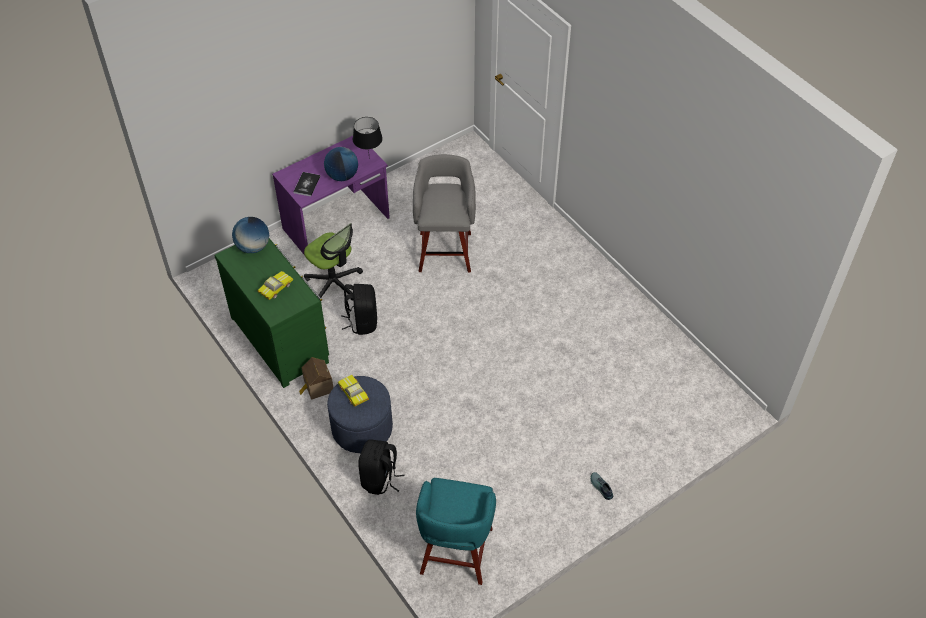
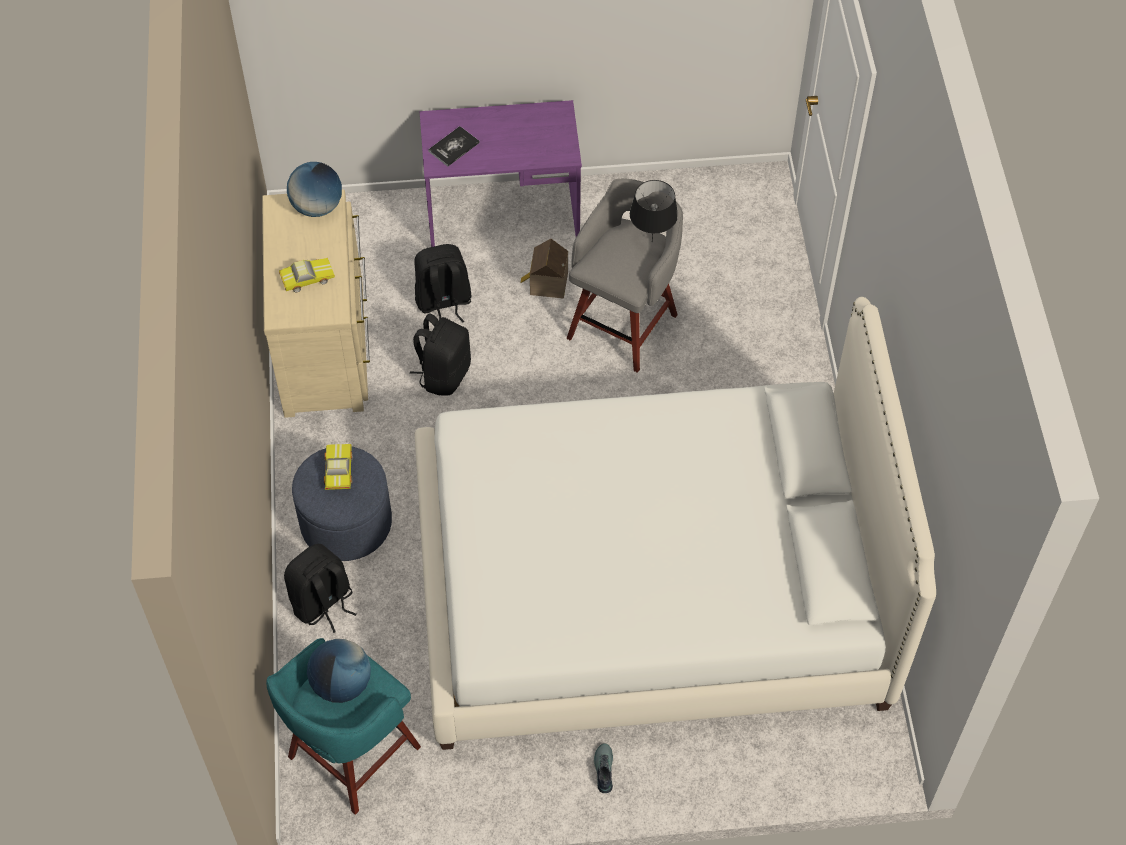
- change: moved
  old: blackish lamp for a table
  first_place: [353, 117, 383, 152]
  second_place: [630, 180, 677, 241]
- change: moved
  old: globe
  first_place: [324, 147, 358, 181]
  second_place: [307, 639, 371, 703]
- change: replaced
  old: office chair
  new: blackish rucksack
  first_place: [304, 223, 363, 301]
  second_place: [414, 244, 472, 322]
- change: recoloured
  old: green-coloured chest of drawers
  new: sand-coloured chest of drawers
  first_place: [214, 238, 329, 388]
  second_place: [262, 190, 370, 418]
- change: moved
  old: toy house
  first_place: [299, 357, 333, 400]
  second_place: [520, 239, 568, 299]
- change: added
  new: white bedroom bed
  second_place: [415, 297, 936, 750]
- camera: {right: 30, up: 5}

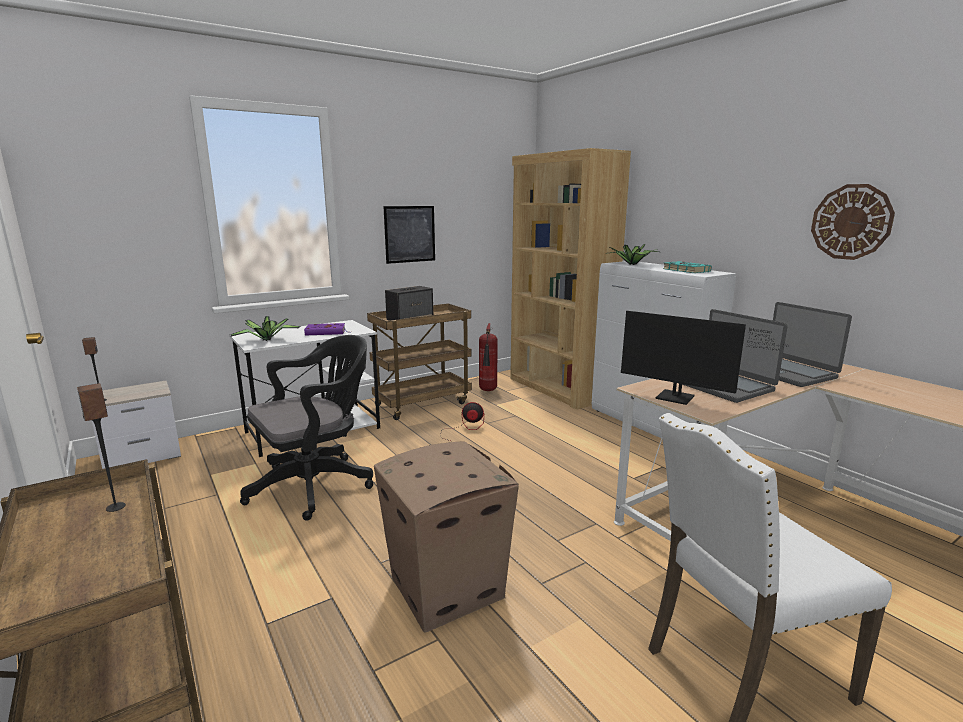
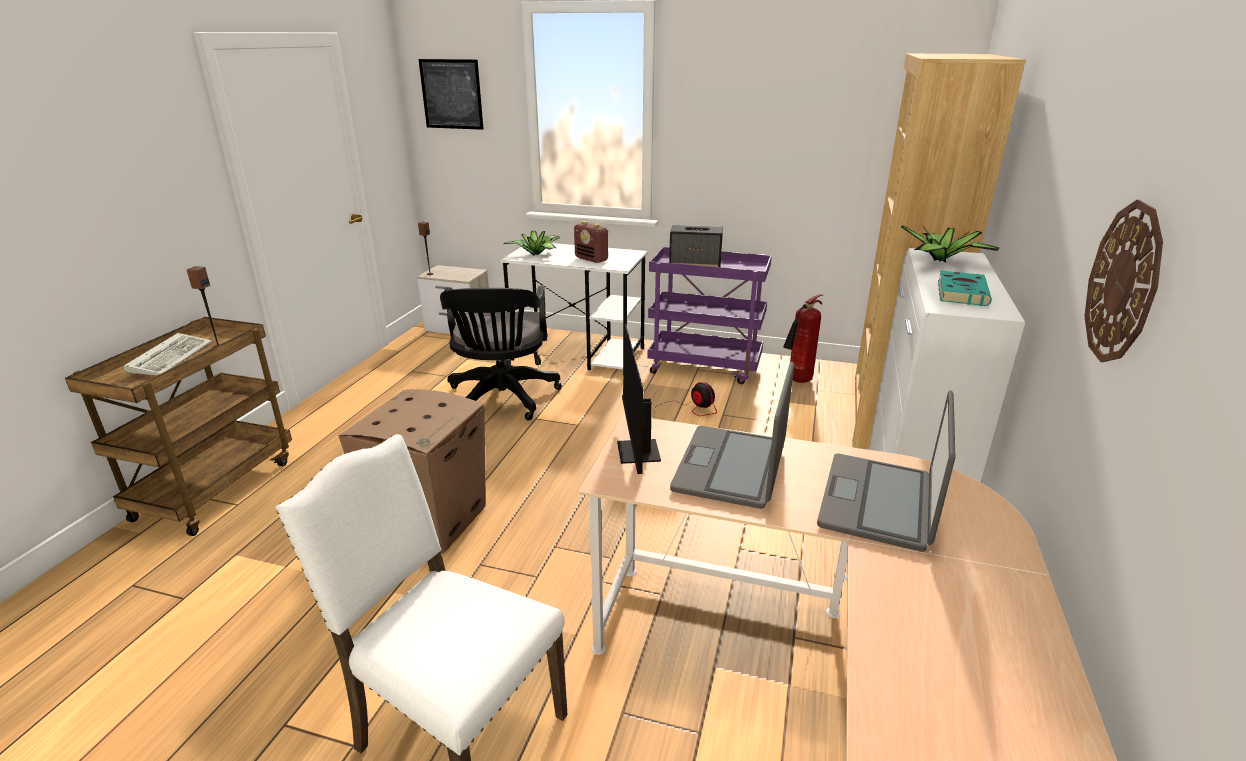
- change: moved
  old: wall picture
  first_place: [383, 206, 435, 264]
  second_place: [419, 59, 484, 130]
- change: recoloured
  old: brownish cart
  new: purplish cart
  first_place: [367, 303, 472, 420]
  second_place: [648, 247, 772, 384]
- change: replaced
  old: purplish book
  new: radio receiver
  first_place: [304, 323, 351, 336]
  second_place: [574, 221, 609, 263]
- change: turned
  old: blackish office chair
  first_place: [240, 335, 373, 521]
  second_place: [440, 286, 562, 420]
  degrees: 75
- change: added
  new: keyboard
  second_place: [124, 333, 212, 375]
- camera: {right: 50, up: 10}

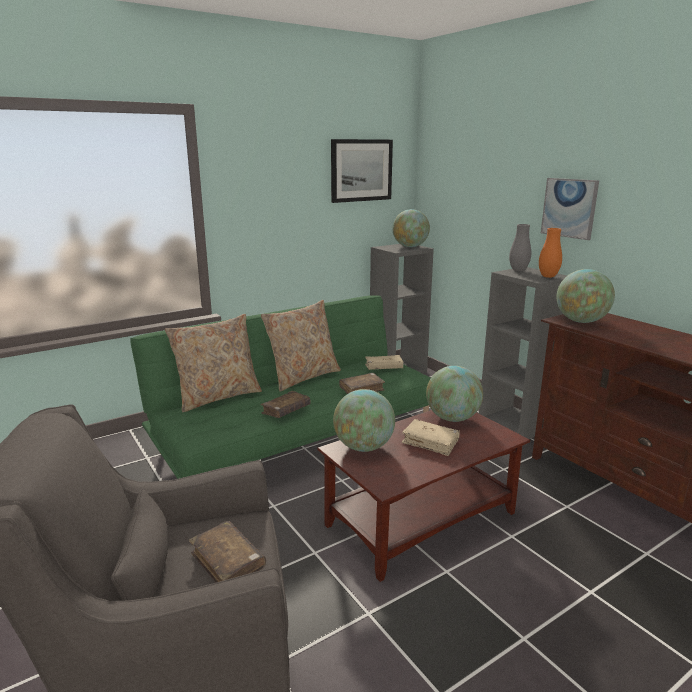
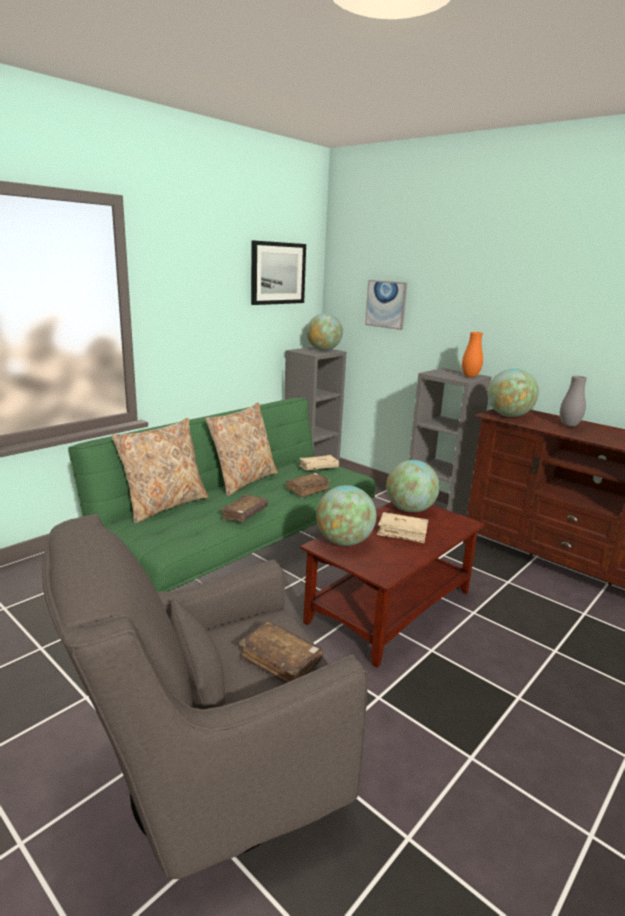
- change: moved
  old: wall picture
  first_place: [541, 178, 599, 240]
  second_place: [365, 280, 407, 330]
- change: moved
  old: gray flower vase
  first_place: [509, 224, 531, 271]
  second_place: [560, 376, 587, 427]
- camera: {right: -15, up: 0}

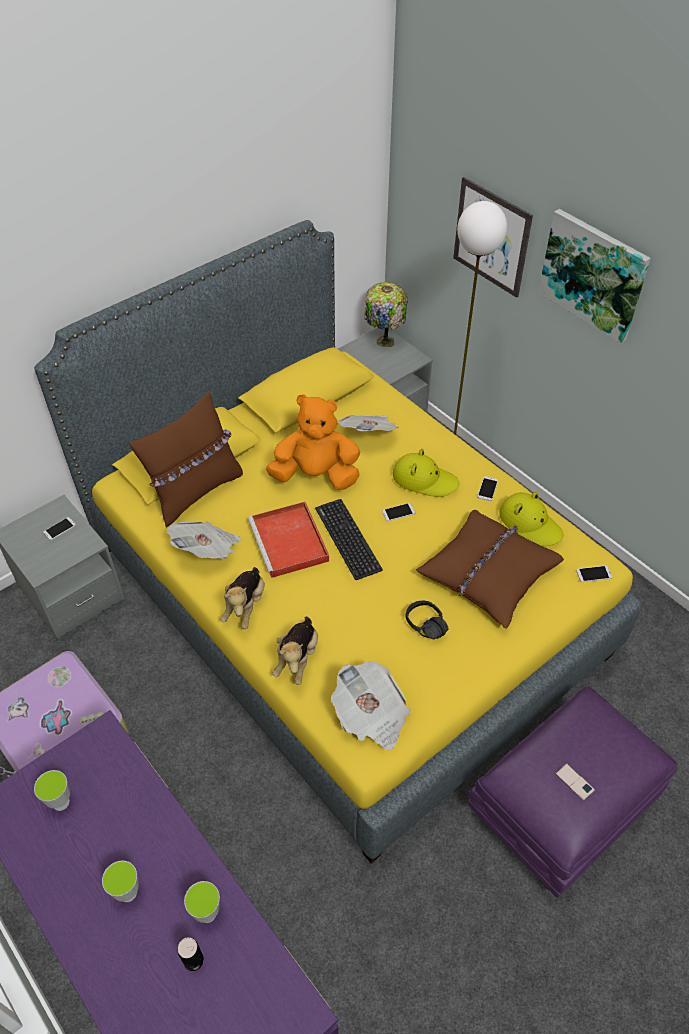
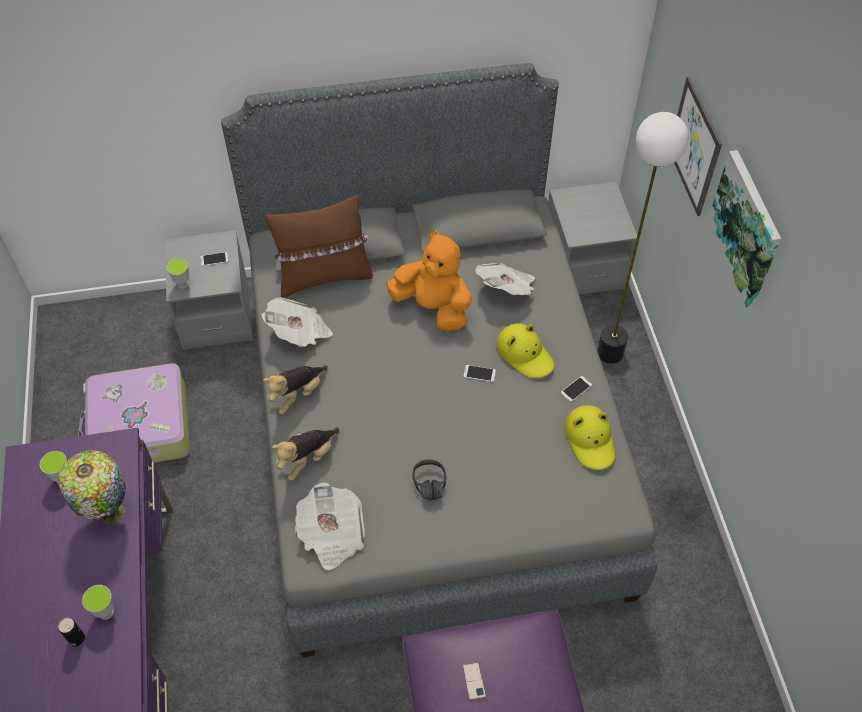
- change: recoloured
  old: yellow-coloured bedroom bed
  new: gray bedroom bed
  first_place: [34, 220, 641, 864]
  second_place: [221, 63, 658, 657]
- change: moved
  old: lamp for a table
  first_place: [364, 282, 407, 347]
  second_place: [58, 450, 126, 526]
- change: removed
  old: keyboard
  first_place: [315, 499, 383, 580]
- change: removed
  old: reddish tray
  first_place: [248, 502, 329, 578]
- change: removed
  old: brownish throw pillow
  first_place: [416, 510, 564, 629]
- change: removed
  old: phone
  first_place: [576, 566, 612, 582]
- change: moved
  old: drinking cup
  first_place: [102, 860, 139, 902]
  second_place: [167, 258, 189, 289]
- camera: {right: 30, up: 5}

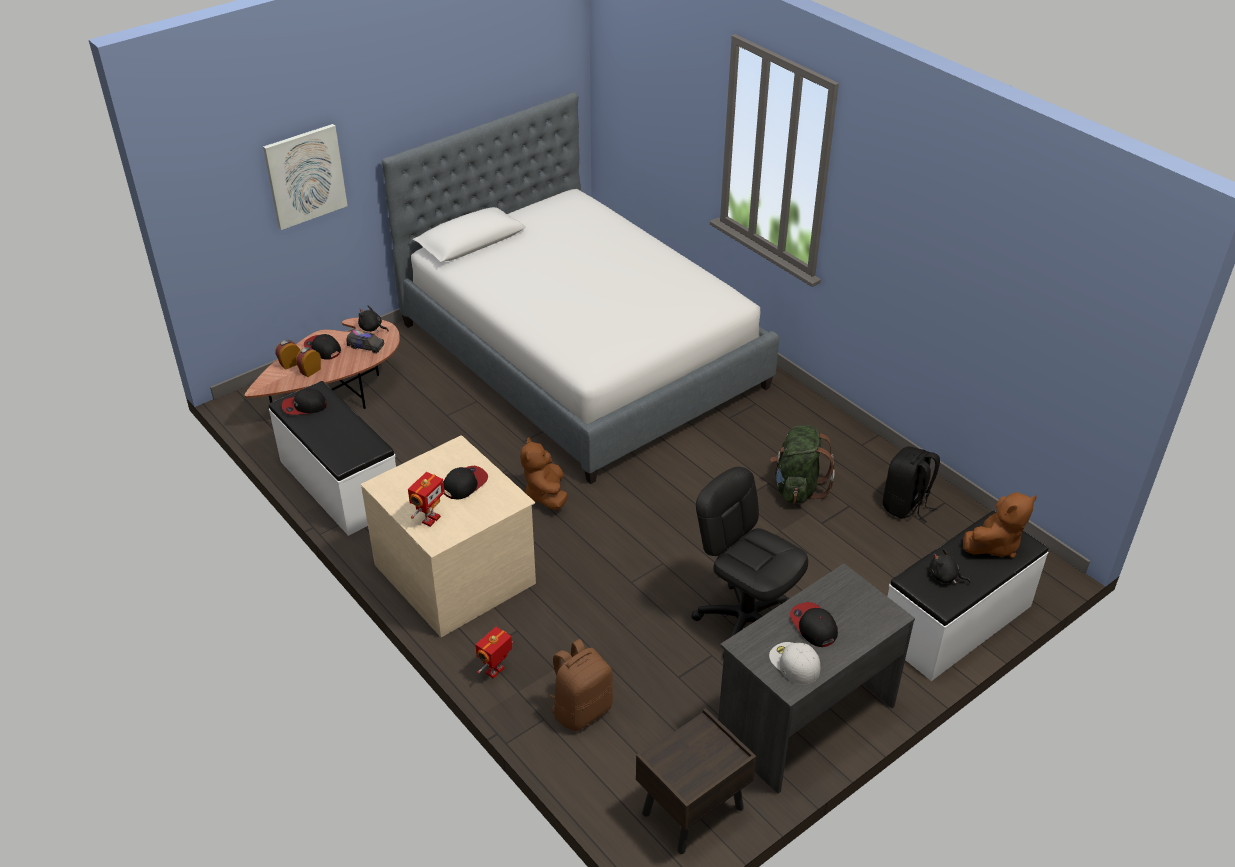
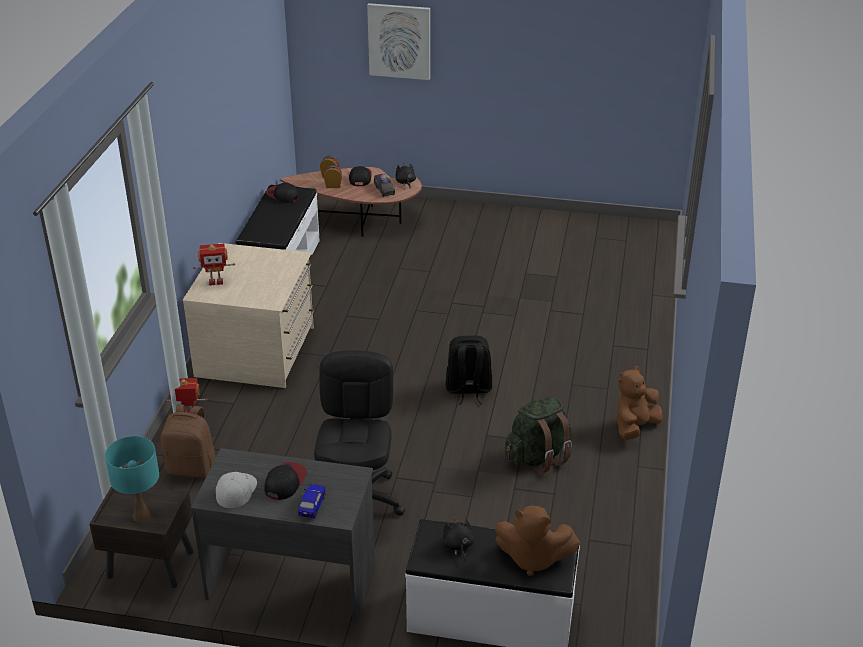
- change: removed
  old: bedroom bed
  first_place: [382, 92, 779, 484]
- change: moved
  old: brownish soft toy
  first_place: [520, 437, 568, 510]
  second_place: [616, 366, 663, 440]
- change: moved
  old: blackish rucksack
  first_place: [883, 446, 940, 523]
  second_place: [445, 336, 492, 405]
- change: removed
  old: baseball cap
  first_place: [444, 466, 488, 500]
- change: added
  new: turquoise-coloured lamp for a table
  second_place: [105, 436, 159, 522]
- change: added
  new: toy car
  second_place: [298, 484, 325, 518]
- camera: {right: 50, up: -5}

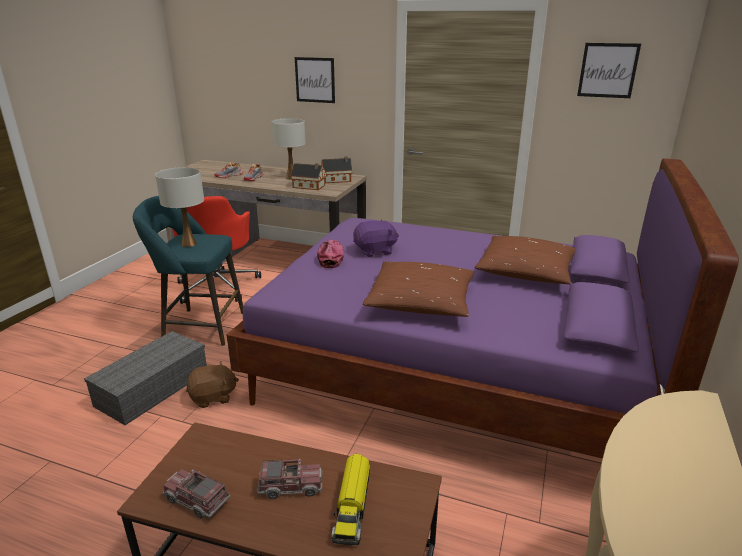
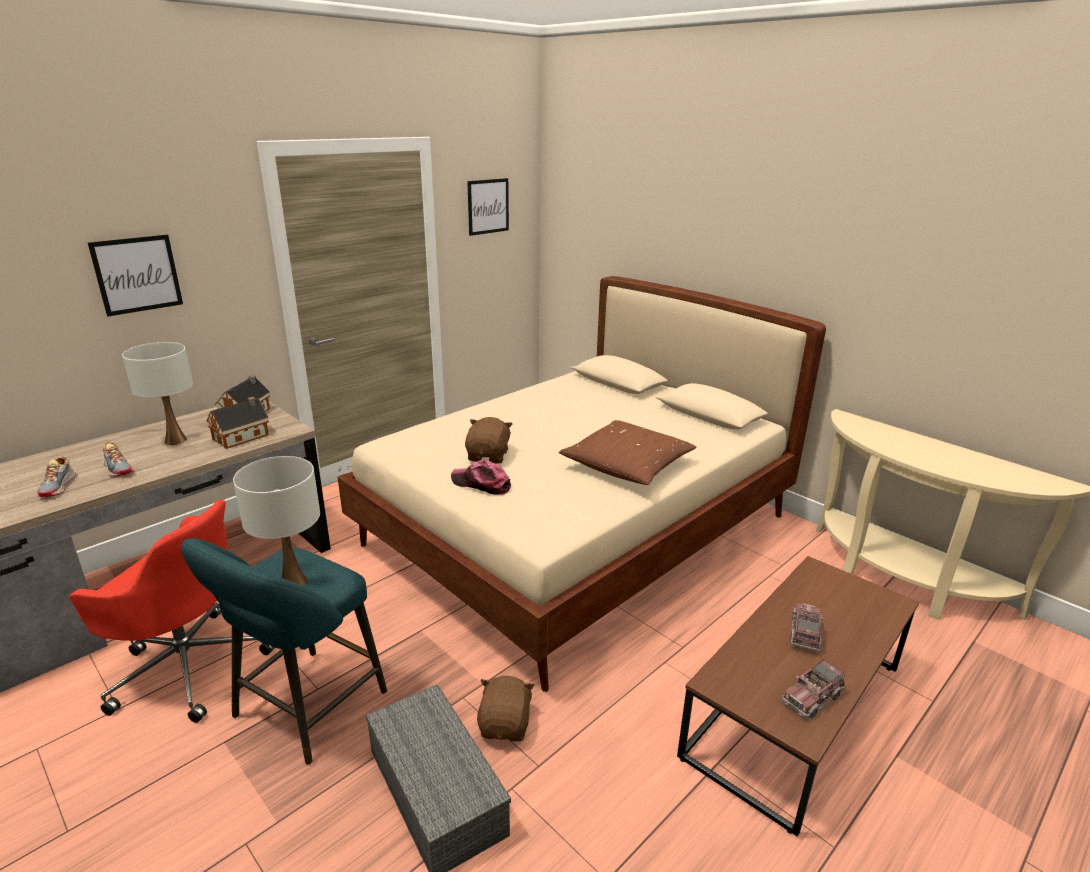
- change: recoloured
  old: purplish bedroom bed
  new: sand-coloured bedroom bed
  first_place: [227, 158, 739, 459]
  second_place: [338, 276, 826, 692]
- change: recoloured
  old: purplish soft toy
  new: brownish soft toy
  first_place: [353, 219, 399, 257]
  second_place: [465, 417, 513, 464]
- change: removed
  old: brownish throw pillow
  first_place: [475, 236, 576, 284]
- change: removed
  old: toy lorry
  first_place: [331, 454, 370, 545]
- camera: {right: -65, up: 0}

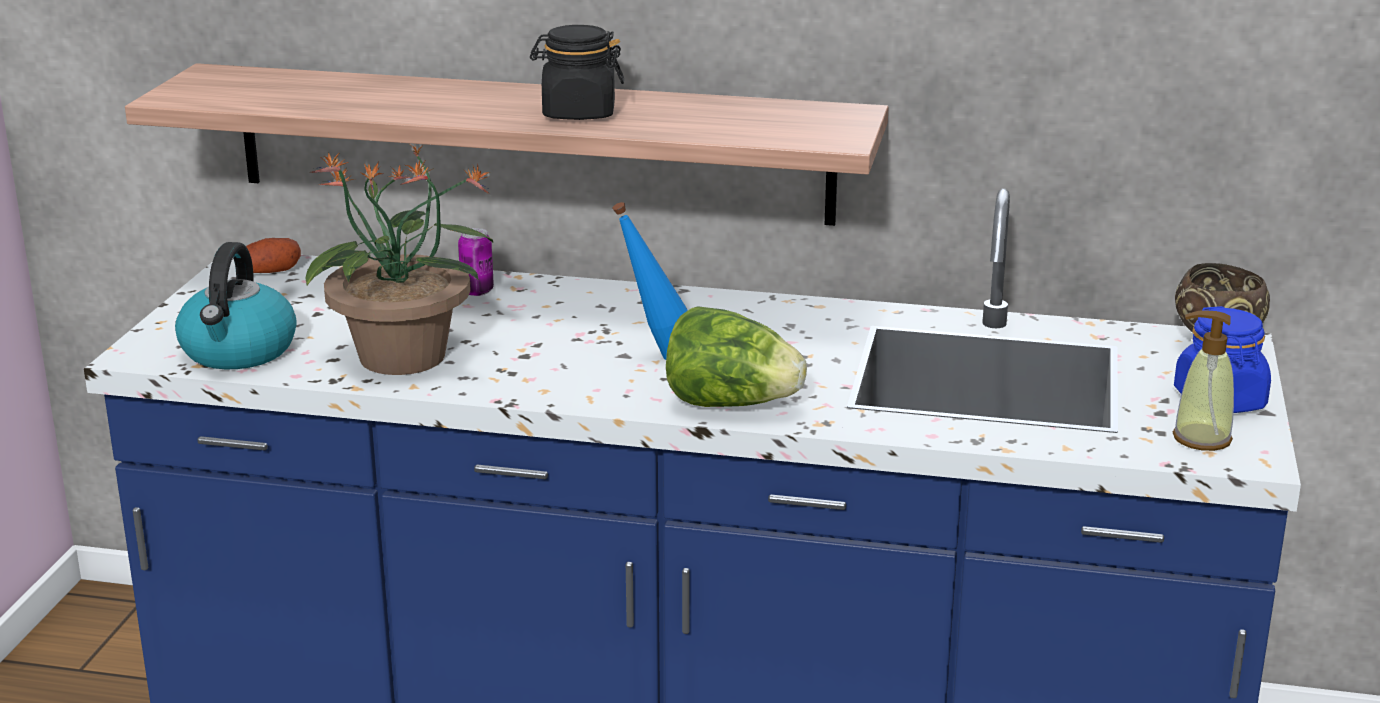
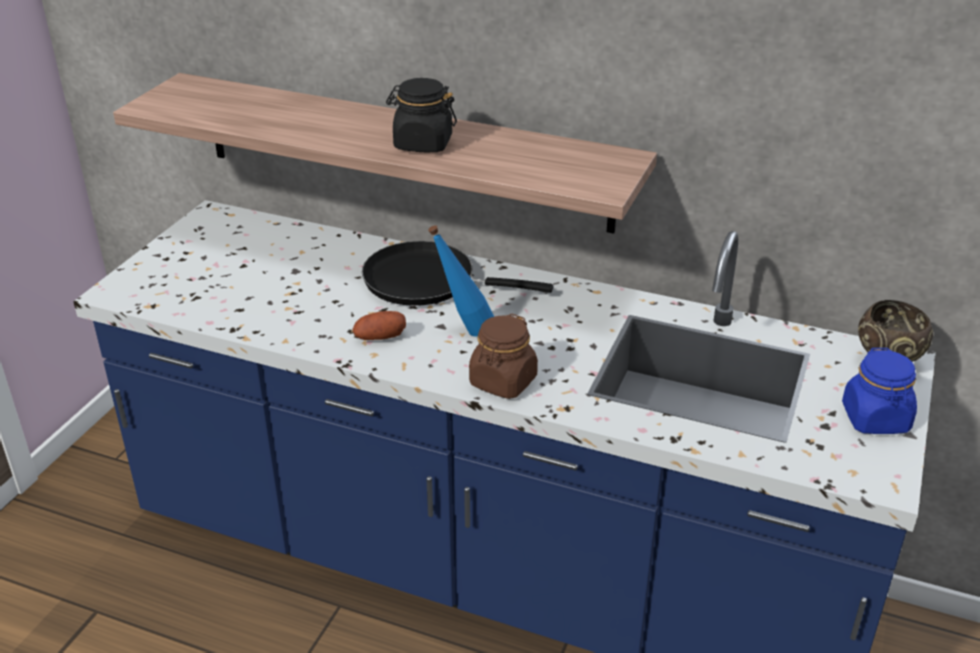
- change: removed
  old: houseplant
  first_place: [306, 144, 493, 375]
- change: removed
  old: metal can
  first_place: [458, 228, 494, 296]
- change: moved
  old: whole potato
  first_place: [246, 238, 301, 273]
  second_place: [353, 311, 406, 340]
- change: removed
  old: tea kettle
  first_place: [175, 242, 297, 369]
- change: replaced
  old: head of lettuce
  new: brownish storage jar
  first_place: [666, 306, 807, 407]
  second_place: [469, 314, 538, 399]
- change: removed
  old: liquid soap bottle
  first_place: [1173, 311, 1234, 451]
- change: added
  new: blackish pan
  second_place: [362, 241, 553, 306]
- camera: {right: 10, up: 10}

